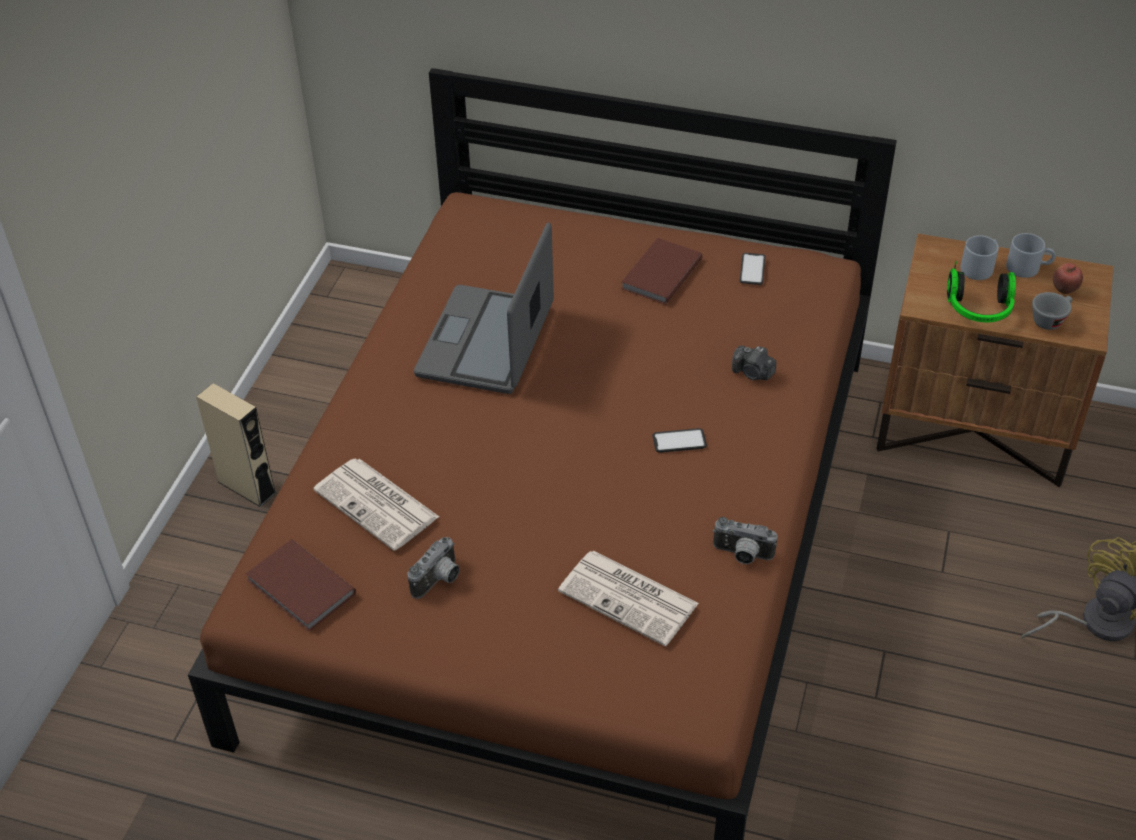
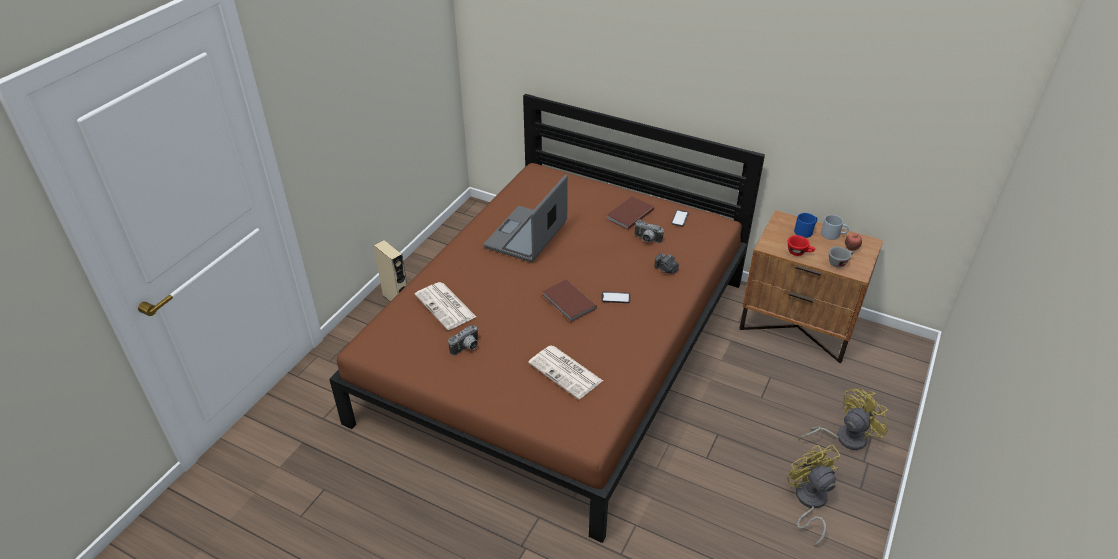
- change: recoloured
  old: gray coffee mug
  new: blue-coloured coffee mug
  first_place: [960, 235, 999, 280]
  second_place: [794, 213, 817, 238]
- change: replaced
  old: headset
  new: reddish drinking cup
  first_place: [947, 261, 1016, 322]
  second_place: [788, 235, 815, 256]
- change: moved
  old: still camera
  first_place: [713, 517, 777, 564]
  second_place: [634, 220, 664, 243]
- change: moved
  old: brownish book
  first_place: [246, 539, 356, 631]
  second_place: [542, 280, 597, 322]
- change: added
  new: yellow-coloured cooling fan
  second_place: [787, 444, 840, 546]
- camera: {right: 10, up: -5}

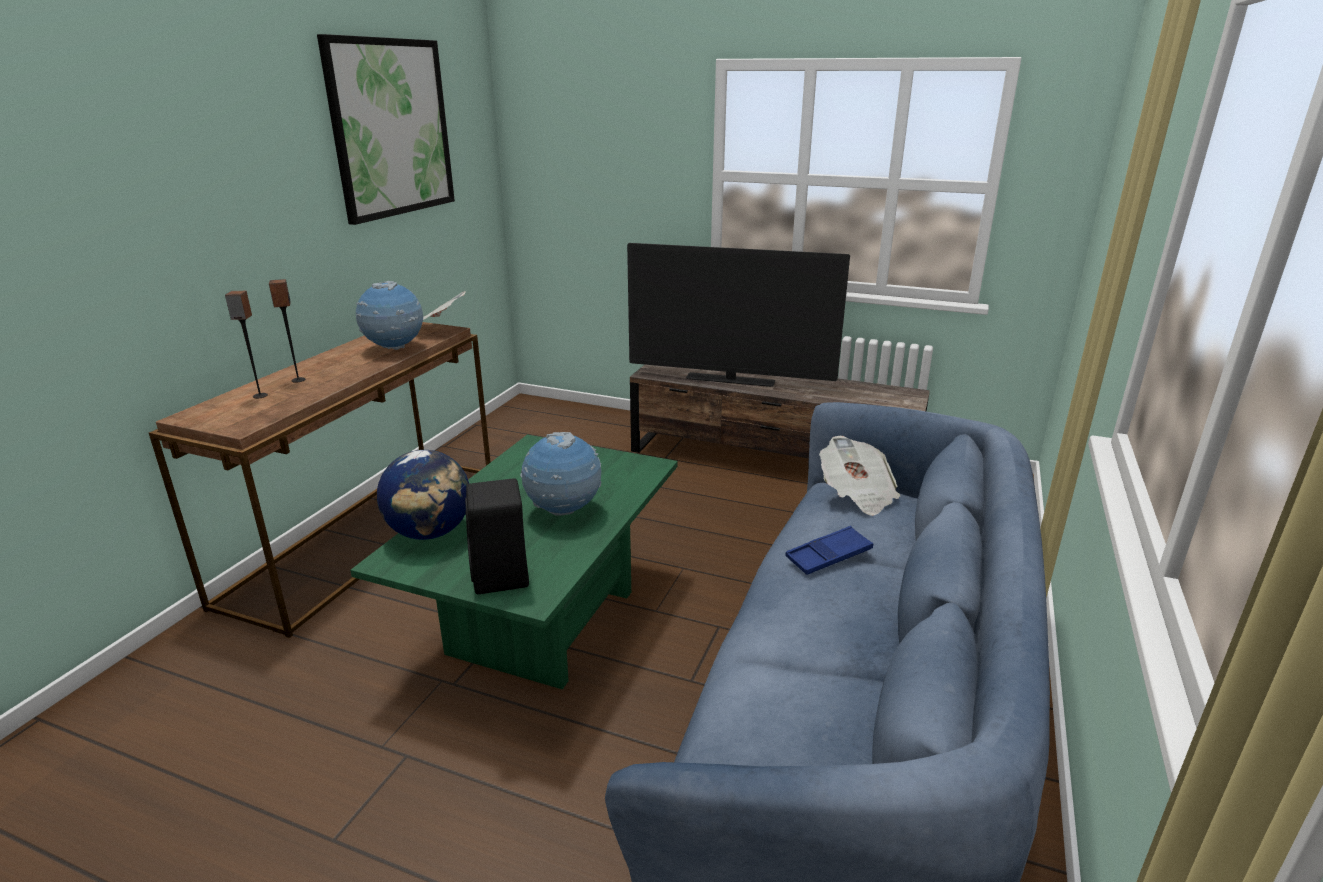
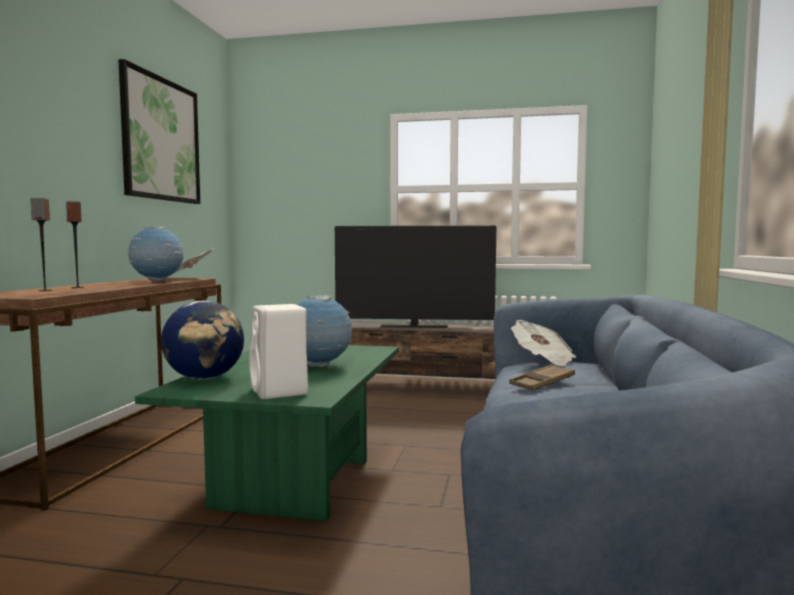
- change: recoloured
  old: blackish audio speaker
  new: white audio speaker
  first_place: [465, 478, 529, 594]
  second_place: [249, 304, 308, 399]
- change: recoloured
  old: blue-coloured tray
  new: brownish tray
  first_place: [786, 526, 873, 575]
  second_place: [509, 365, 575, 390]
- camera: {right: -10, up: -20}

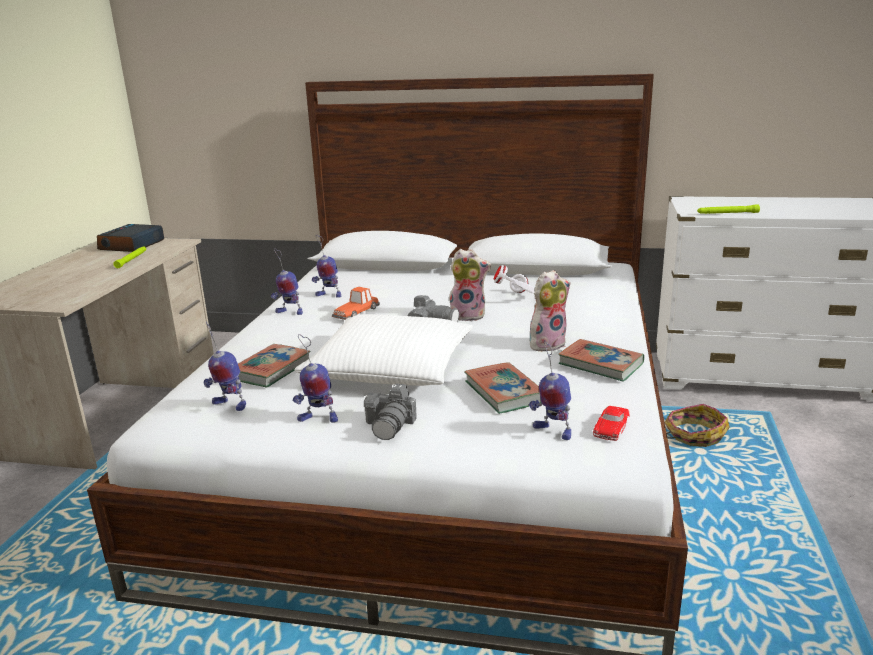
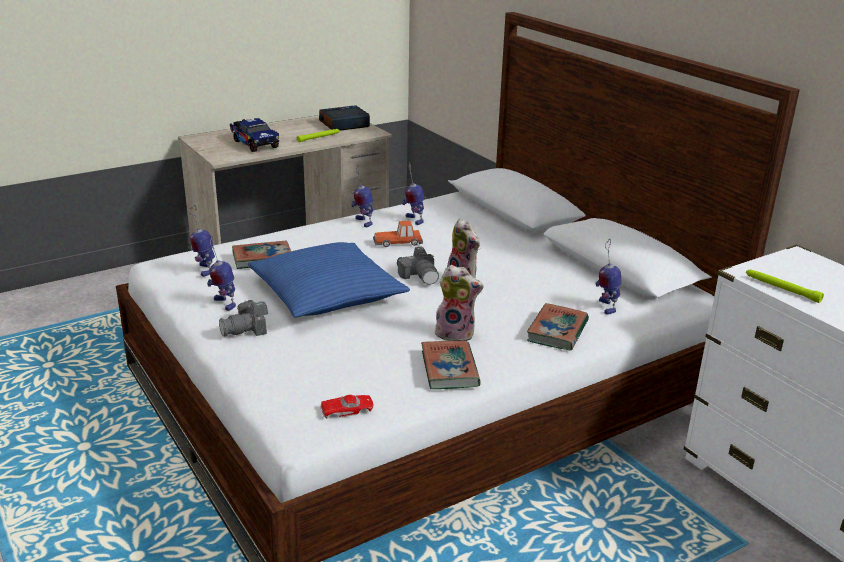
- change: removed
  old: white headset
  first_place: [494, 265, 535, 294]
- change: recoloured
  old: white throw pillow
  new: blue-coloured throw pillow
  first_place: [294, 314, 473, 386]
  second_place: [248, 242, 410, 318]
- change: moved
  old: model robot
  first_place: [529, 340, 571, 440]
  second_place: [596, 240, 622, 315]
- change: moved
  old: book
  first_place: [464, 362, 541, 414]
  second_place: [527, 303, 589, 350]
- change: removed
  old: household basket
  first_place: [665, 404, 730, 447]
- change: added
  new: toy lorry
  second_place: [230, 118, 279, 152]
- camera: {right: 45, up: 5}

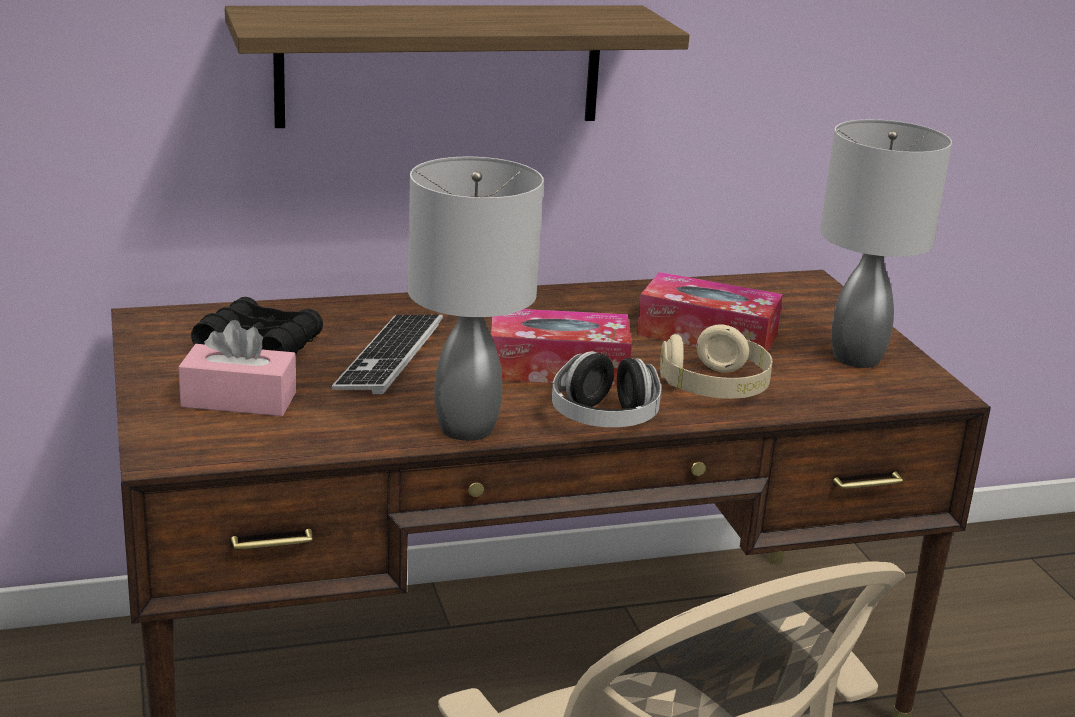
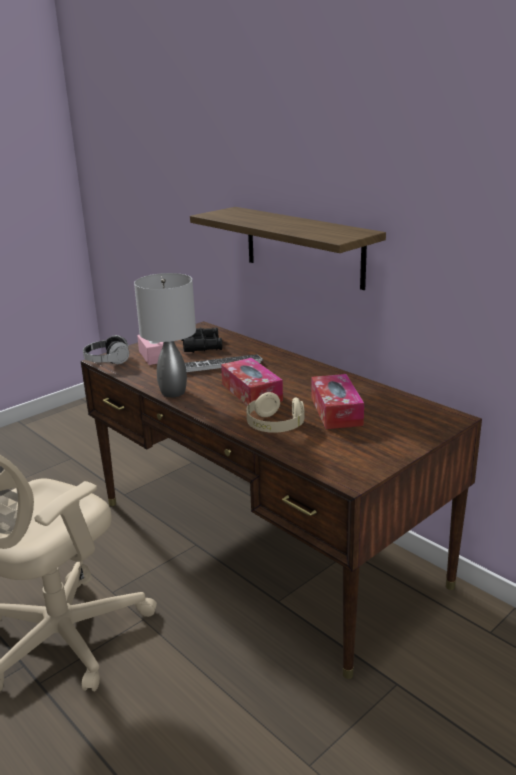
- change: removed
  old: gray lamp for a table
  first_place: [820, 119, 952, 368]
- change: moved
  old: headset
  first_place: [552, 351, 661, 427]
  second_place: [83, 335, 129, 364]
- camera: {right: 65, up: 0}

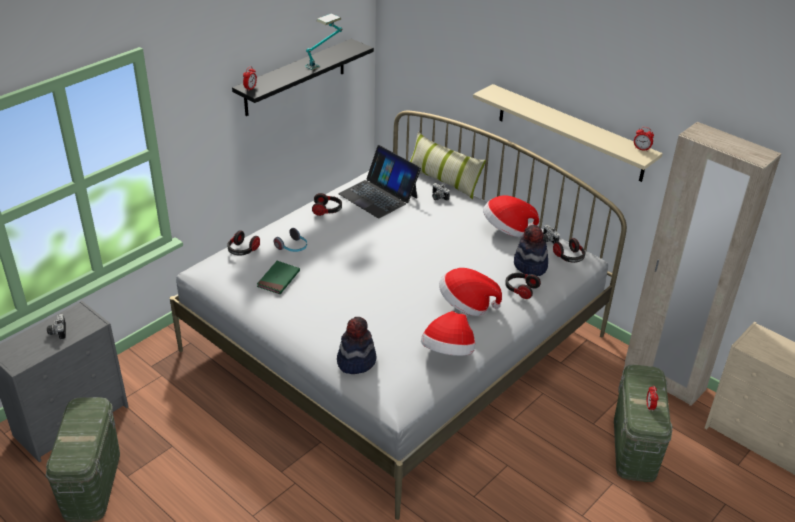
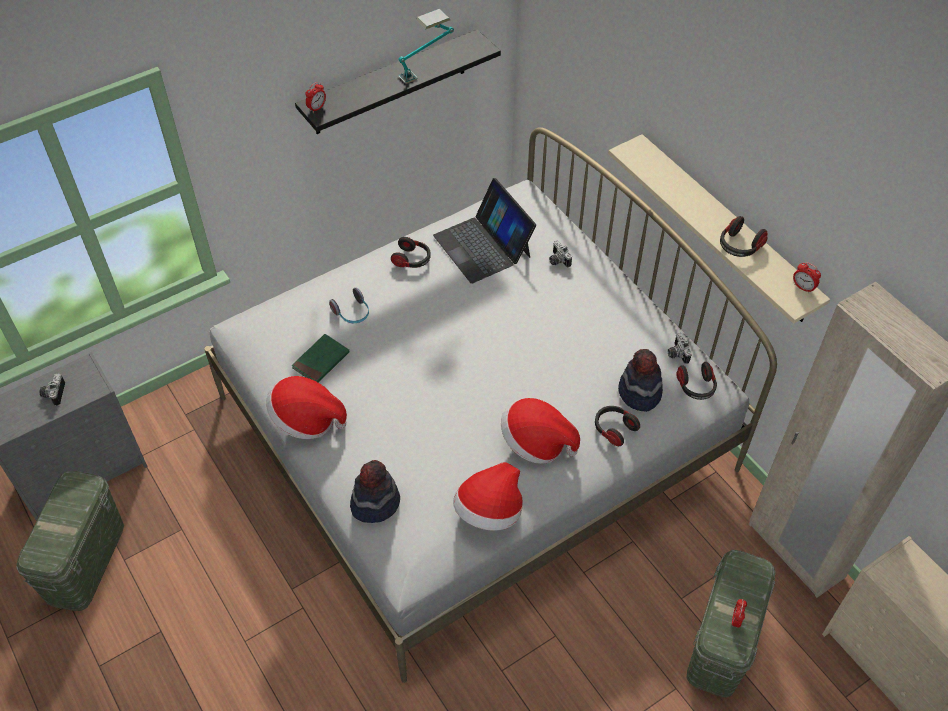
- change: removed
  old: throw pillow
  first_place: [410, 132, 486, 199]
- change: moved
  old: hat
  first_place: [483, 195, 539, 237]
  second_place: [266, 376, 347, 439]
- change: moved
  old: headset
  first_place: [227, 230, 260, 256]
  second_place: [720, 216, 768, 257]
- camera: {right: 15, up: 15}

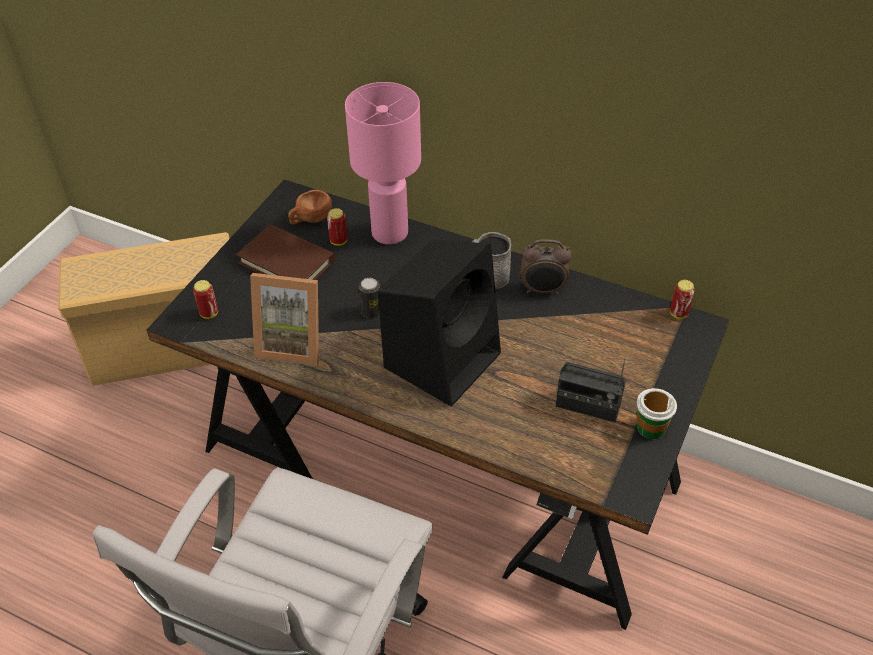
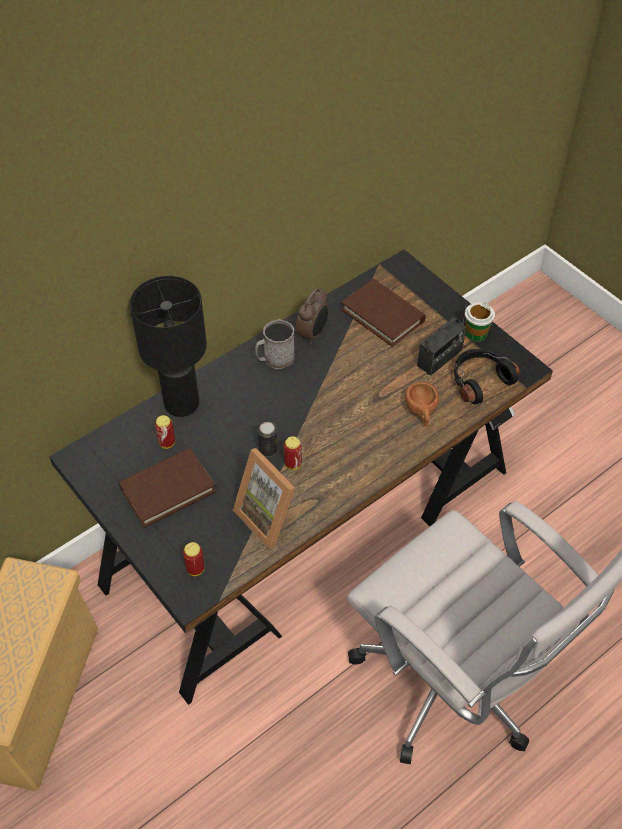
- change: recoloured
  old: pink lamp for a table
  new: blackish lamp for a table
  first_place: [345, 82, 421, 245]
  second_place: [130, 276, 207, 417]
- change: moved
  old: brownish drinking cup
  first_place: [288, 190, 332, 224]
  second_place: [405, 382, 439, 426]
- change: removed
  old: blackish audio speaker
  first_place: [378, 240, 501, 406]
- change: turned
  old: photo frame
  first_place: [250, 273, 319, 366]
  second_place: [233, 448, 295, 550]
  degrees: 105
- change: moved
  old: metal can
  first_place: [670, 280, 695, 319]
  second_place: [284, 436, 302, 470]
- change: added
  new: brownish book
  second_place: [341, 279, 426, 347]
- change: added
  new: blackish headset
  second_place: [454, 349, 520, 404]
- camera: {right: -65, up: 5}

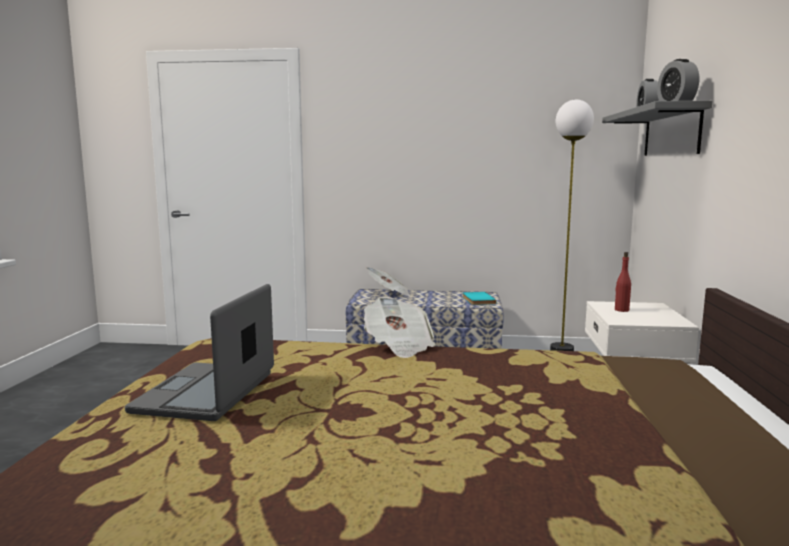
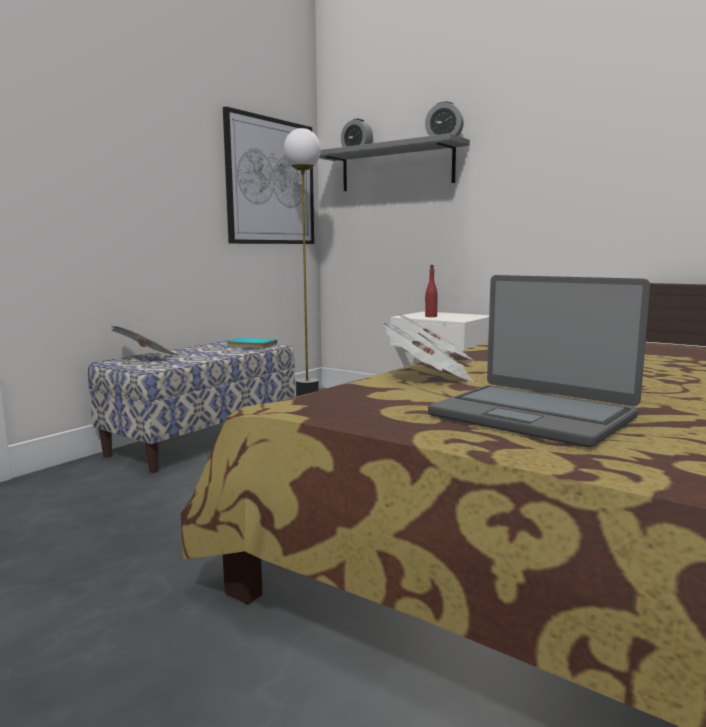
- change: added
  new: wall picture
  second_place: [223, 107, 314, 244]
- change: added
  new: printed paper
  second_place: [380, 322, 474, 382]
- camera: {right: -60, up: 0}

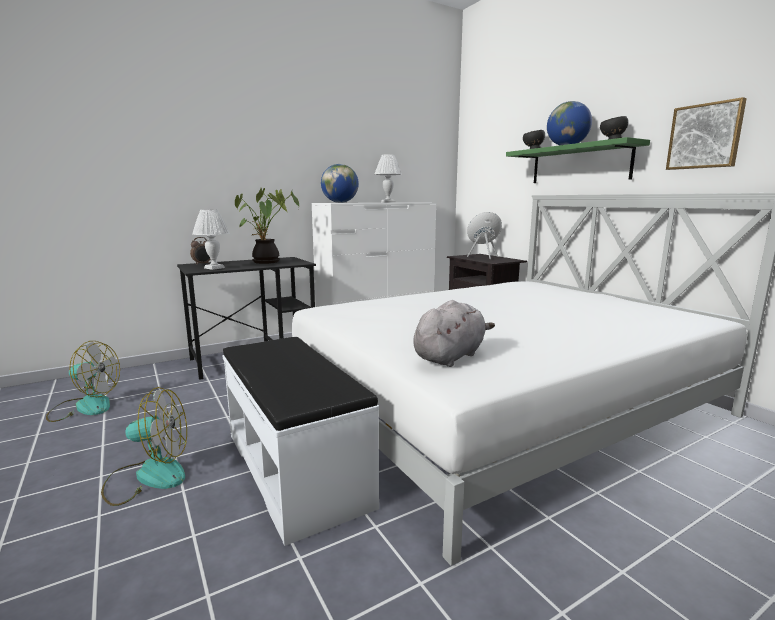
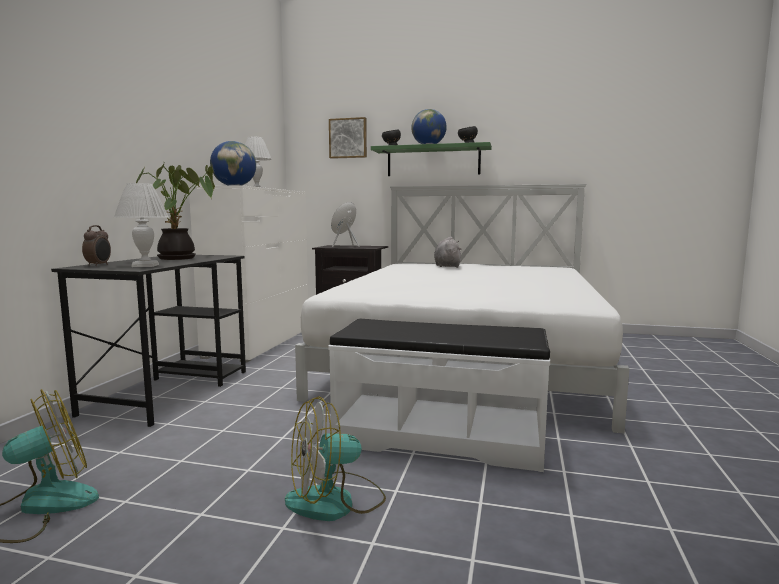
- change: moved
  old: wall picture
  first_place: [666, 97, 747, 170]
  second_place: [329, 117, 367, 159]
- change: moved
  old: gray soft toy
  first_place: [413, 300, 495, 367]
  second_place: [434, 236, 461, 268]
- change: turned
  old: cooling fan
  first_place: [101, 387, 187, 506]
  second_place: [285, 396, 386, 521]
  degrees: -150
- camera: {right: -45, up: -5}

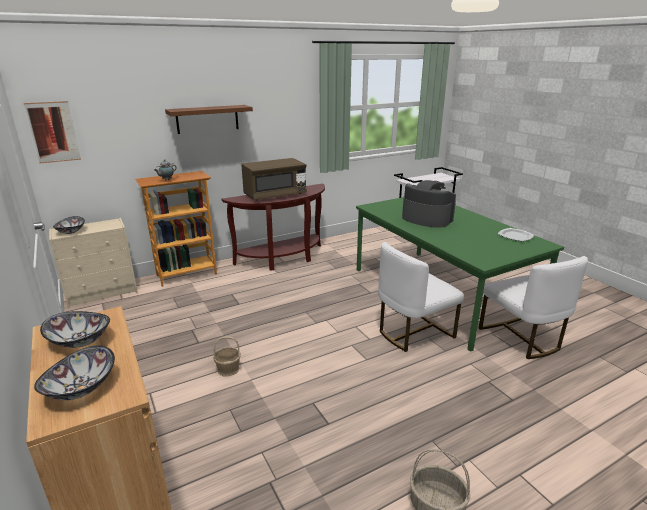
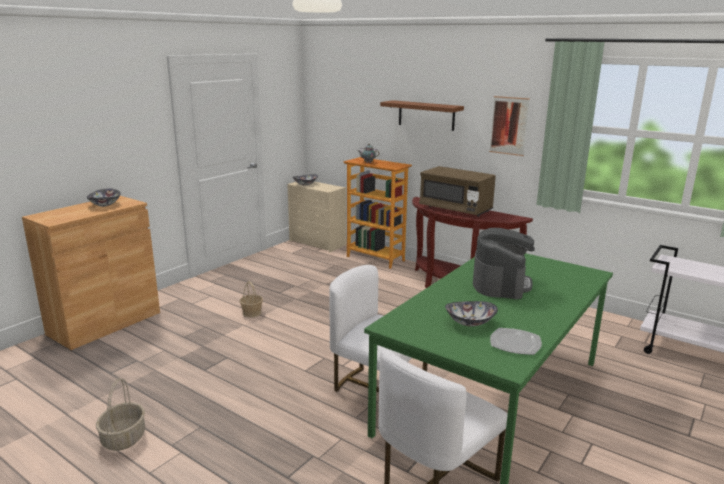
- change: moved
  old: wall picture
  first_place: [24, 101, 81, 164]
  second_place: [489, 96, 530, 156]
- change: moved
  old: bowl
  first_place: [34, 345, 115, 400]
  second_place: [445, 301, 498, 327]
- camera: {right: 65, up: -5}

